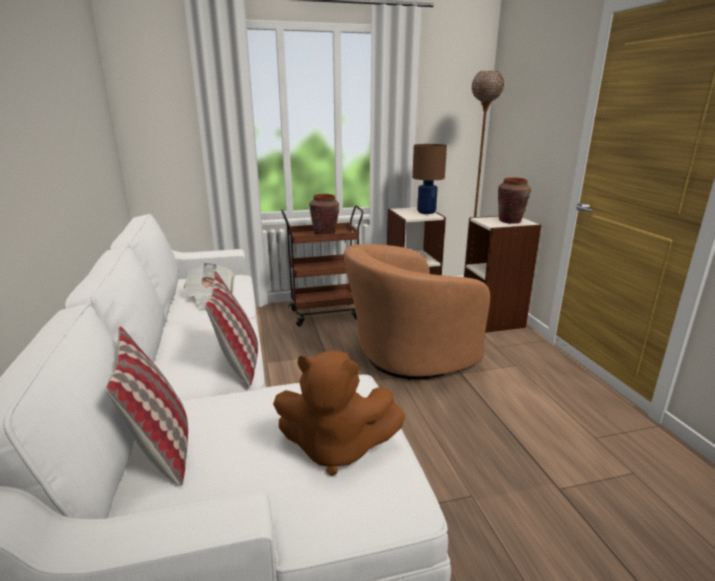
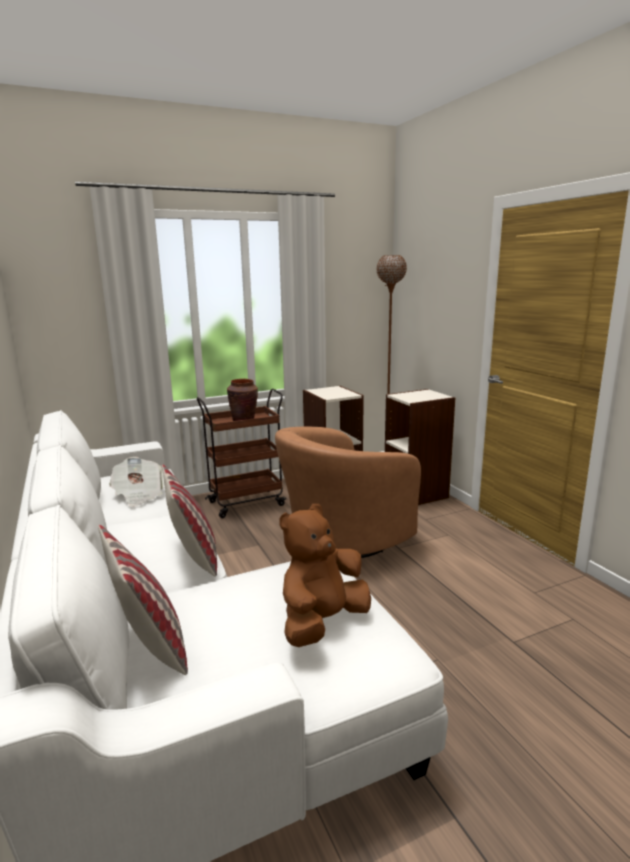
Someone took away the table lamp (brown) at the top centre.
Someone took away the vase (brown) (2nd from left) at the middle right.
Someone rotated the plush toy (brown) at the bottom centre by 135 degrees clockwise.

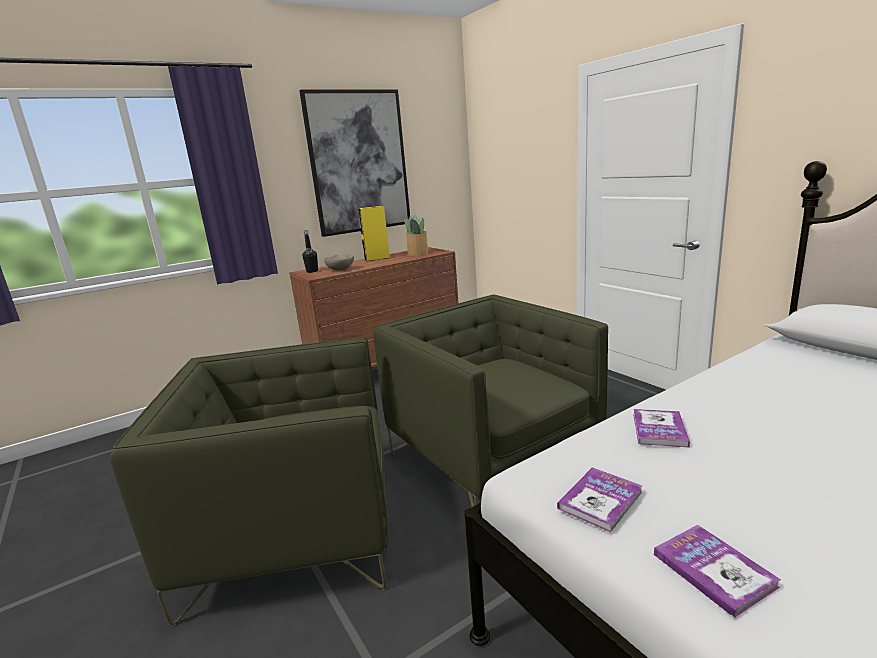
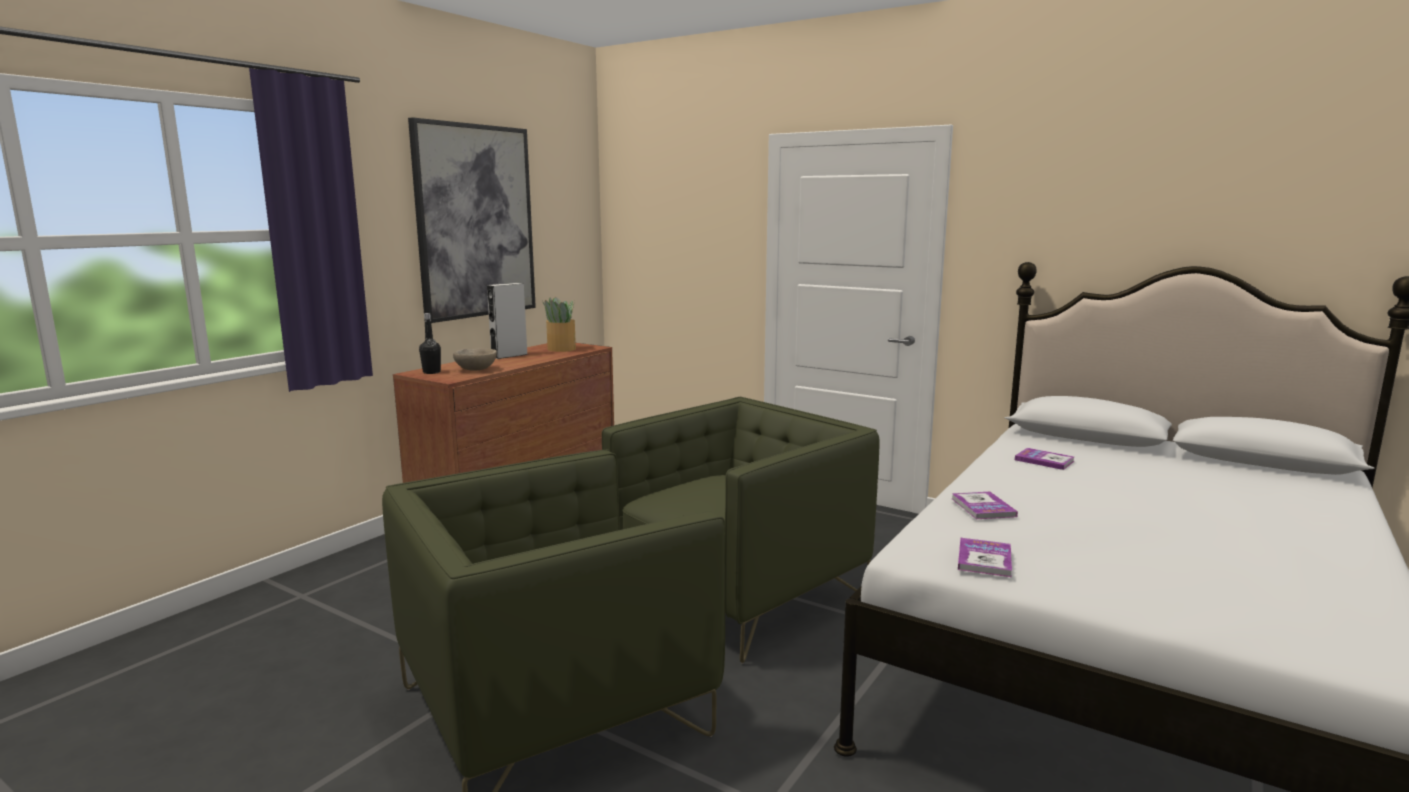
Someone carried the book (3rd from left) from the bottom right to the middle right.
Someone repainted the speaker (yellow) at the centre, which became the speaker (grey) at the centre.
Someone rotated the armchair (green) (2nd from left) at the centre by 105 degrees clockwise.

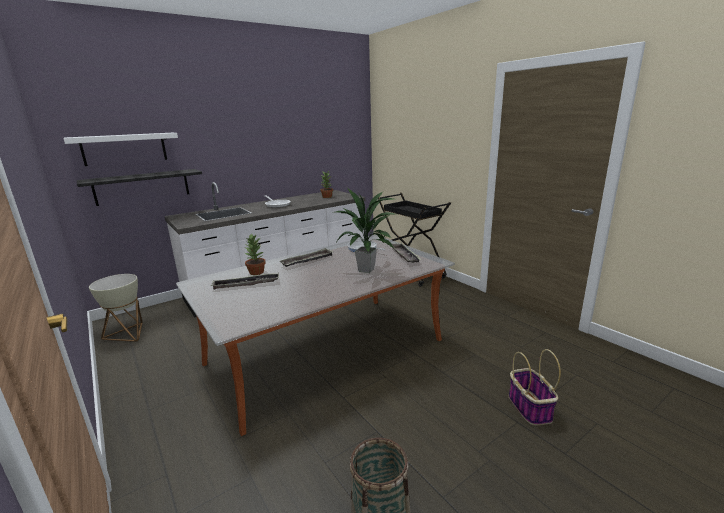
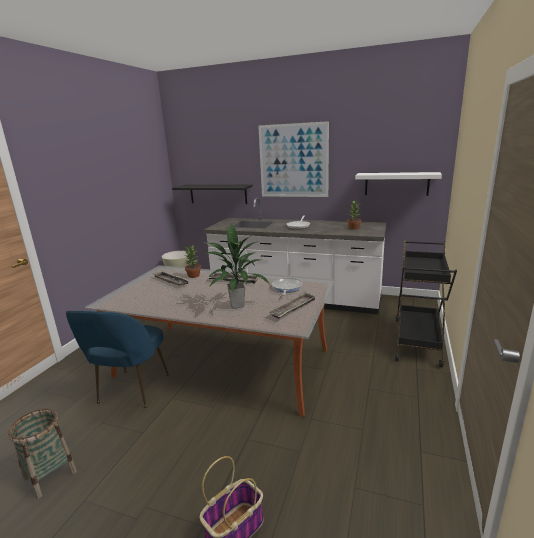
Someone put down the chair (blue) at the bottom left.
Someone put up the picture at the top centre.
Someone carried the shelf (white) from the top left to the middle right.

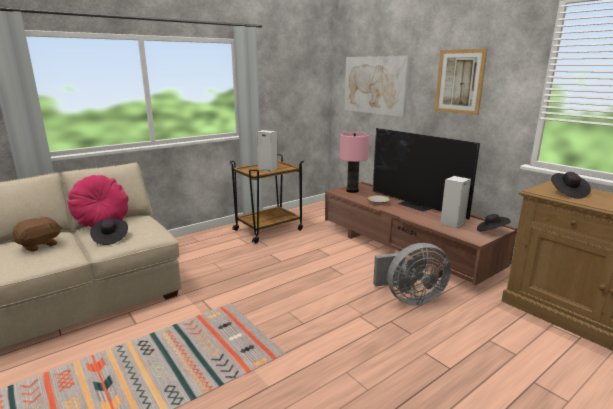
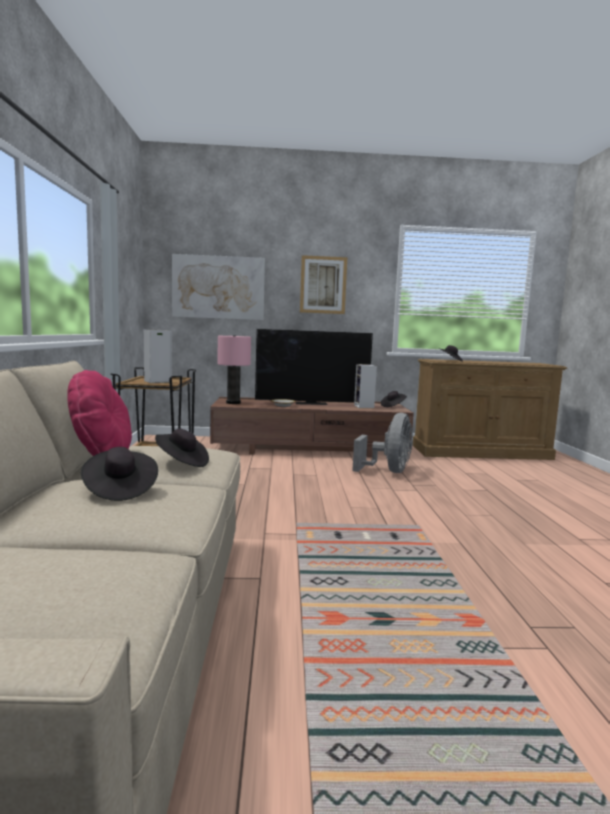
Someone swapped the plush toy (brown) at the middle left for the hat (black) (1st from left) at the middle left.

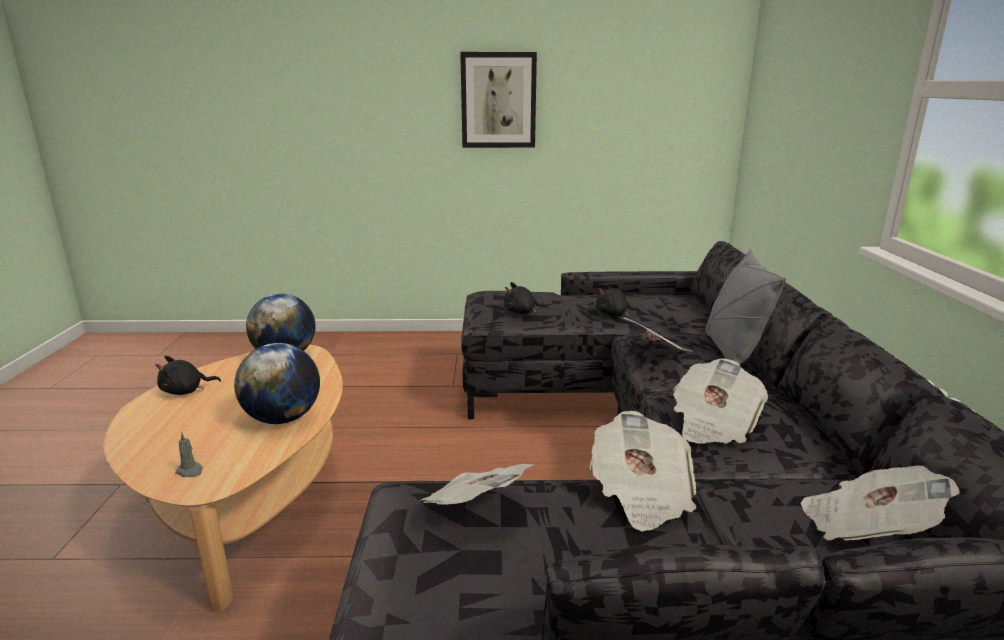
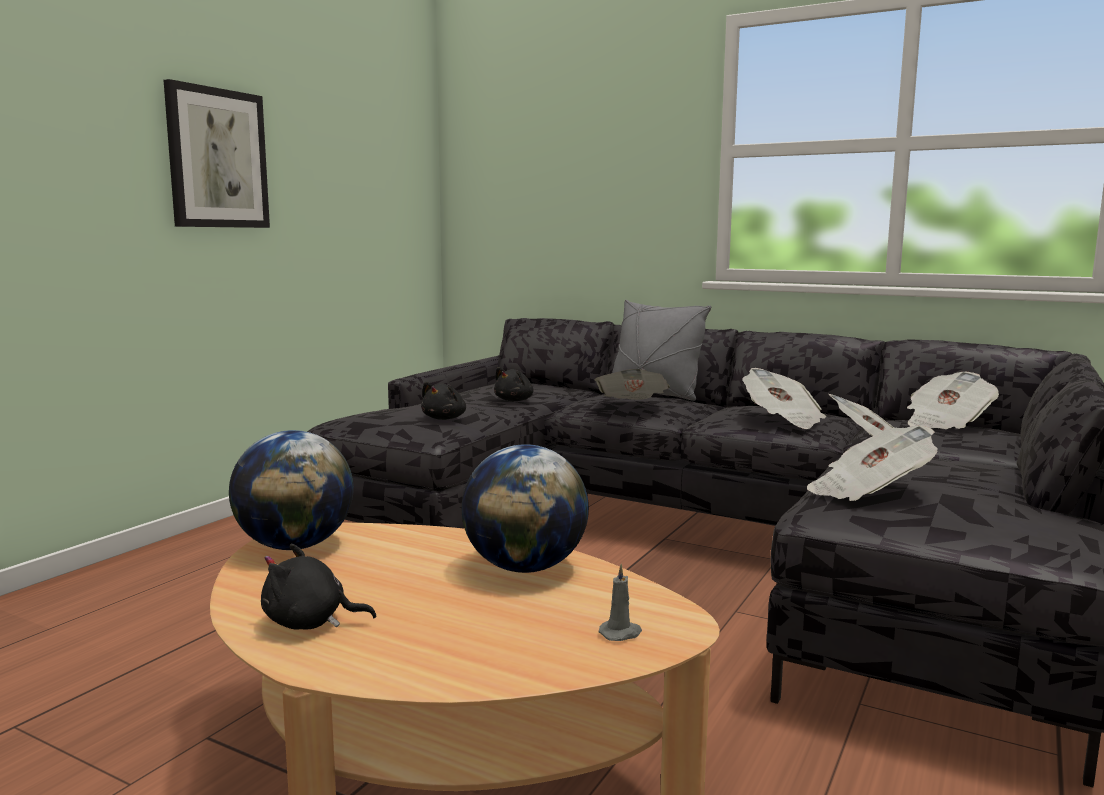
Someone rotated the plush toy (black) (1st from left) at the middle left by 90 degrees clockwise.

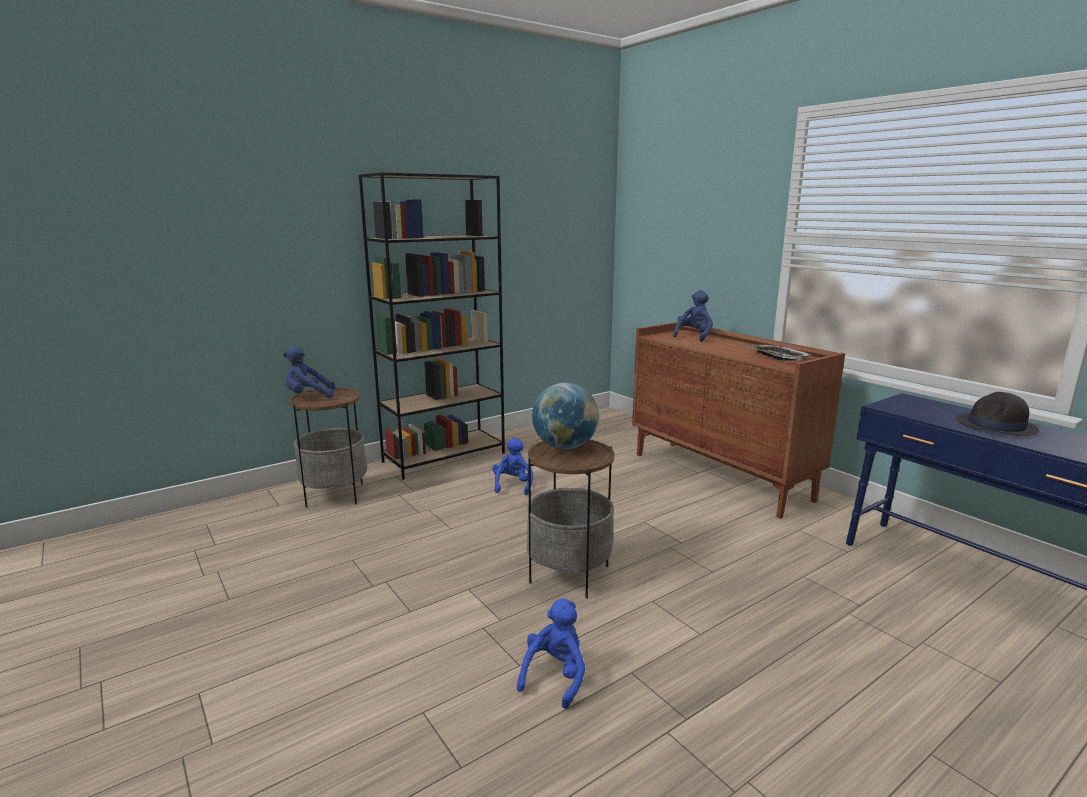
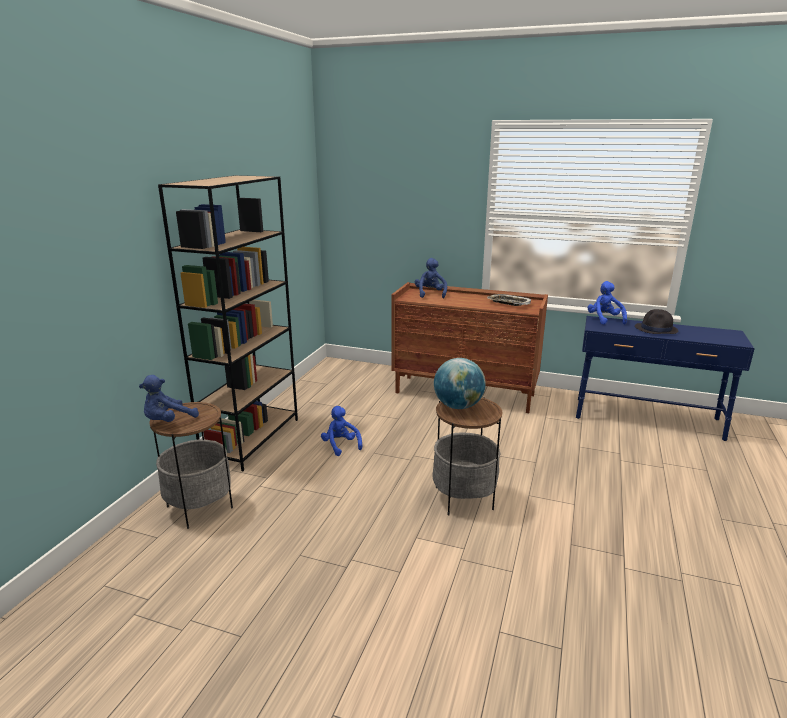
Someone carried the plush toy (blue) (3rd from left in the first image) from the bottom centre to the middle right.

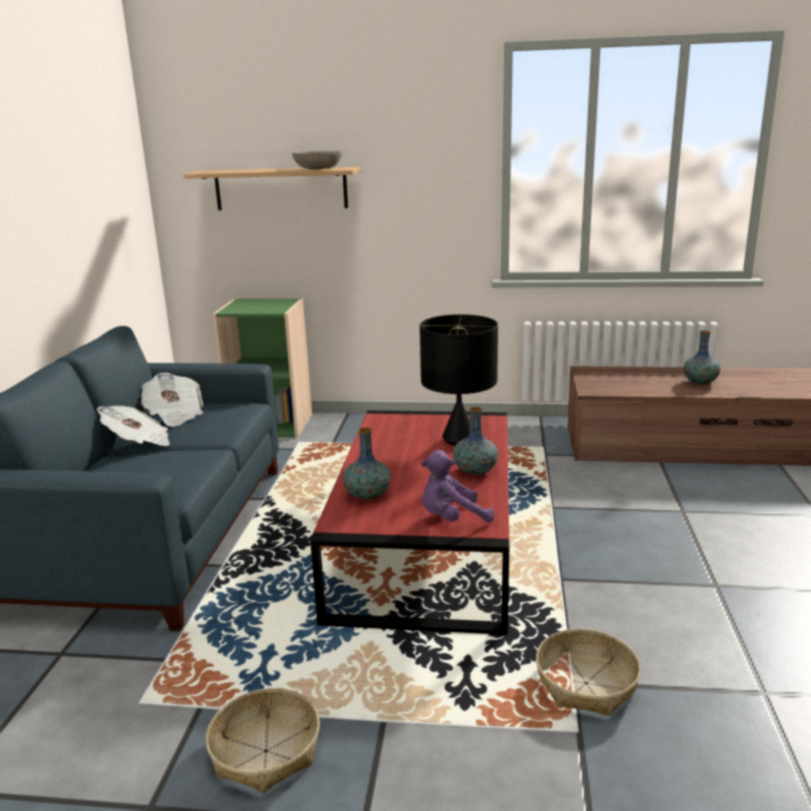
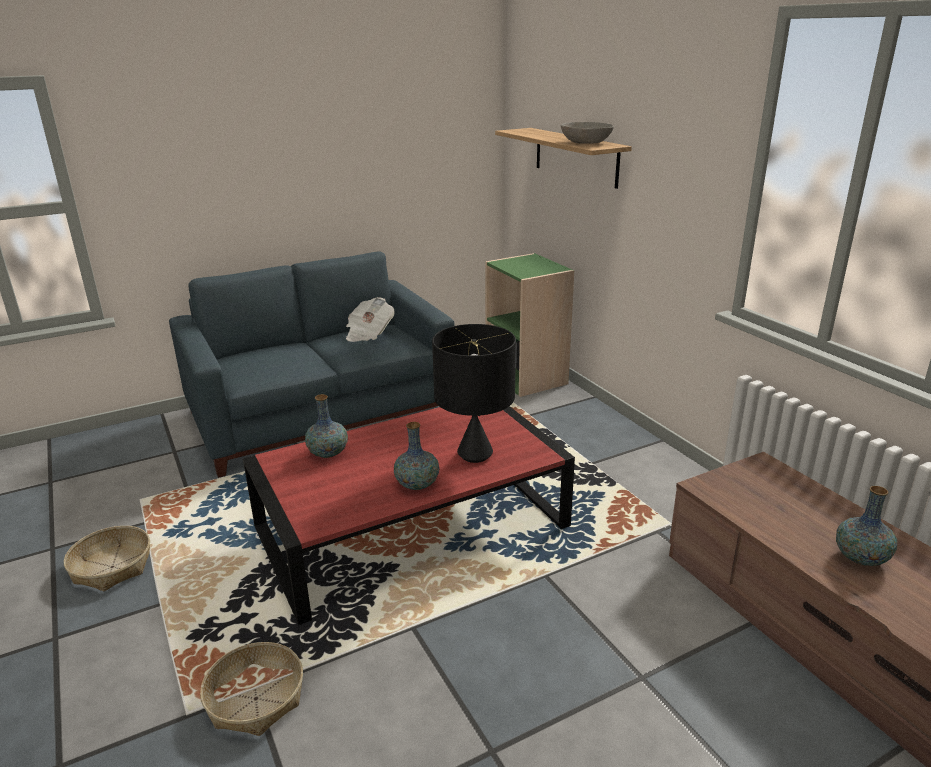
Someone took away the newspaper (1st from left) at the middle left.
Someone took away the plush toy (purple) at the centre.

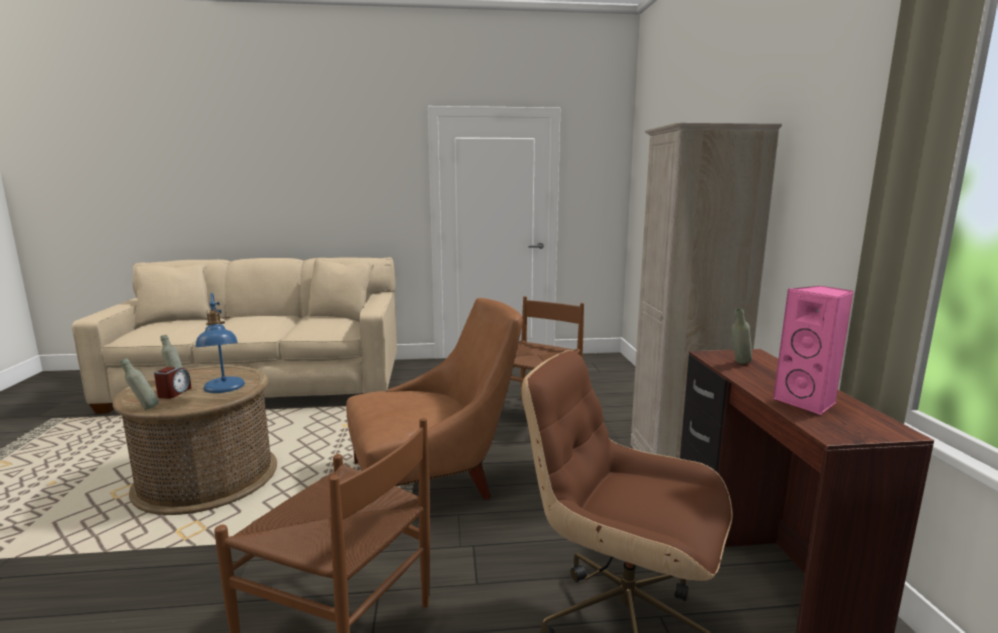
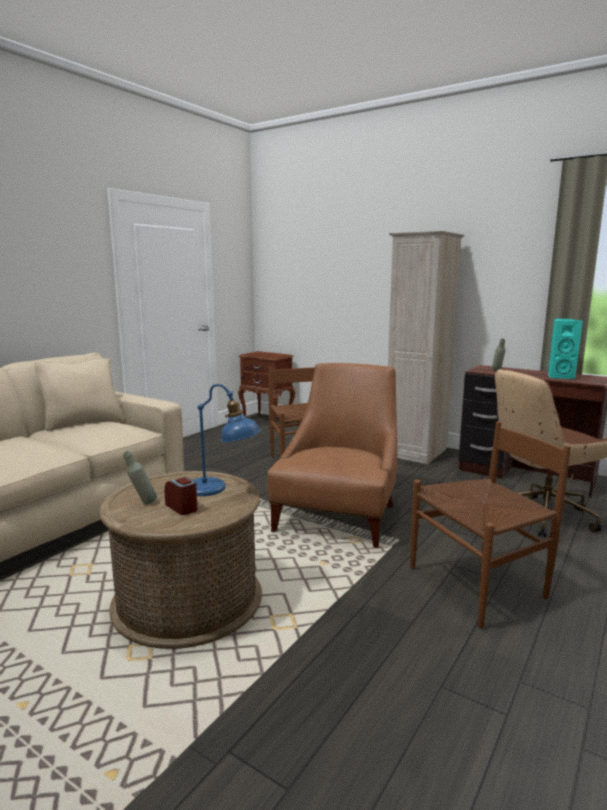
Someone took away the bottle (grey) (1st from left) at the middle left.
Someone put down the nightstand (brown) at the centre.
Someone repainted the speaker (pink) at the middle right, which became the speaker (turquoise) at the middle right.

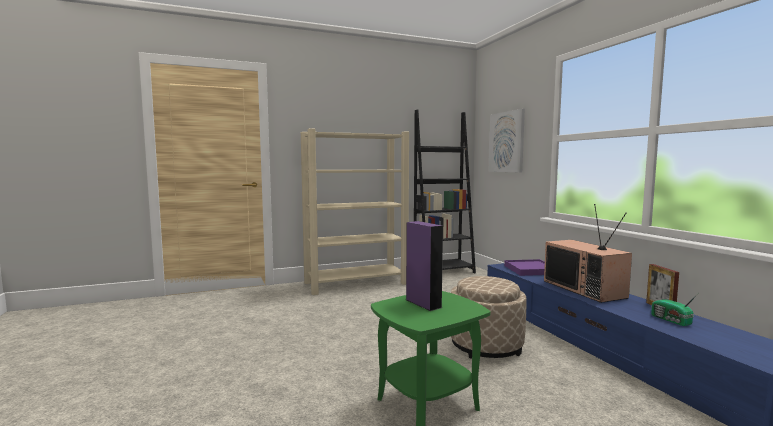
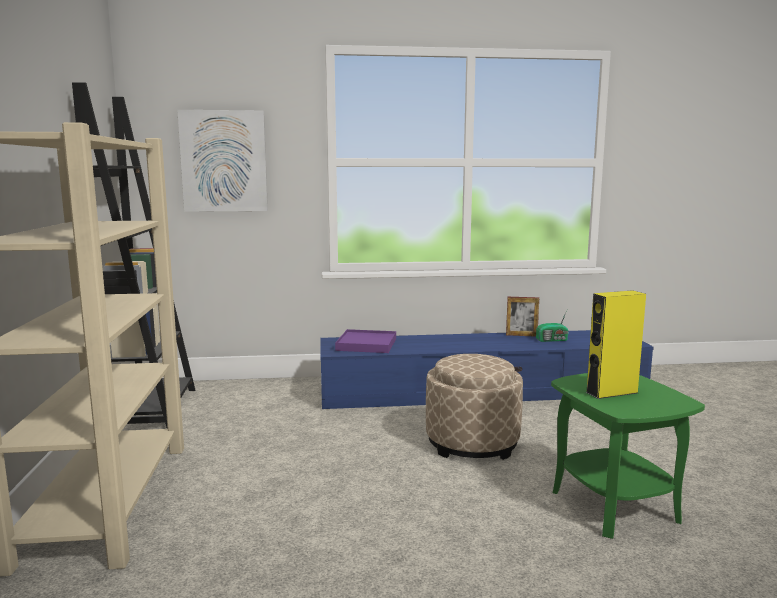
Someone took away the television at the middle right.
Someone repainted the speaker (purple) at the centre, which became the speaker (yellow) at the middle right.

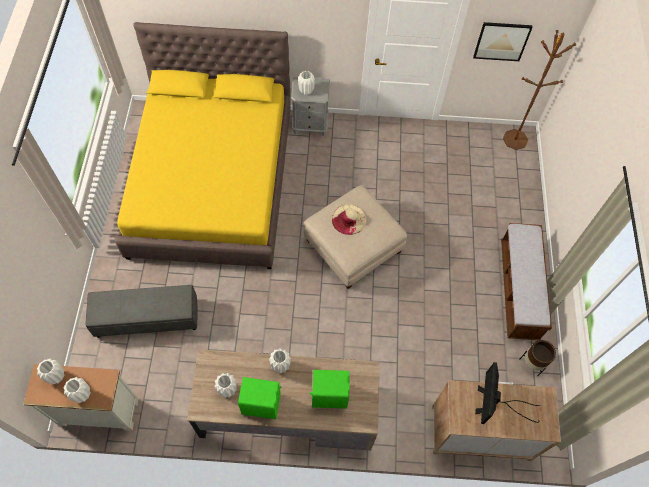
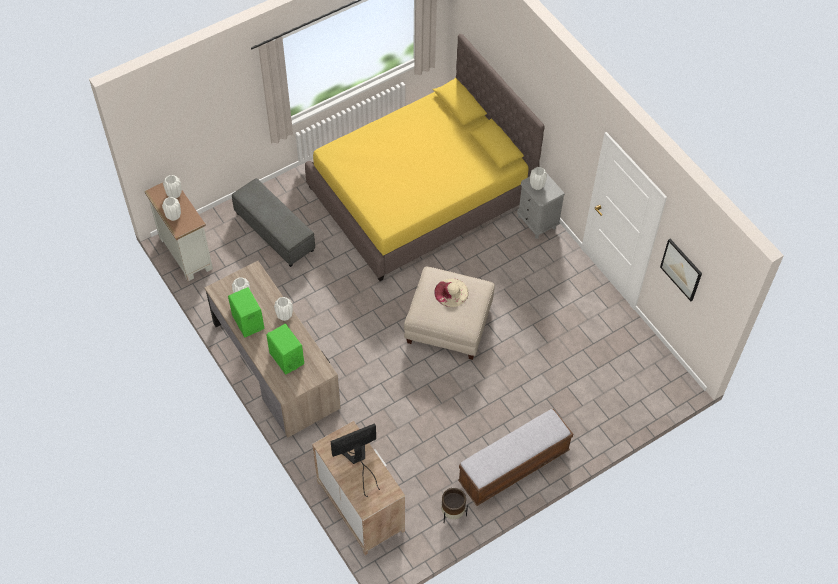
Someone took away the clothes rack (brown) at the top right.

